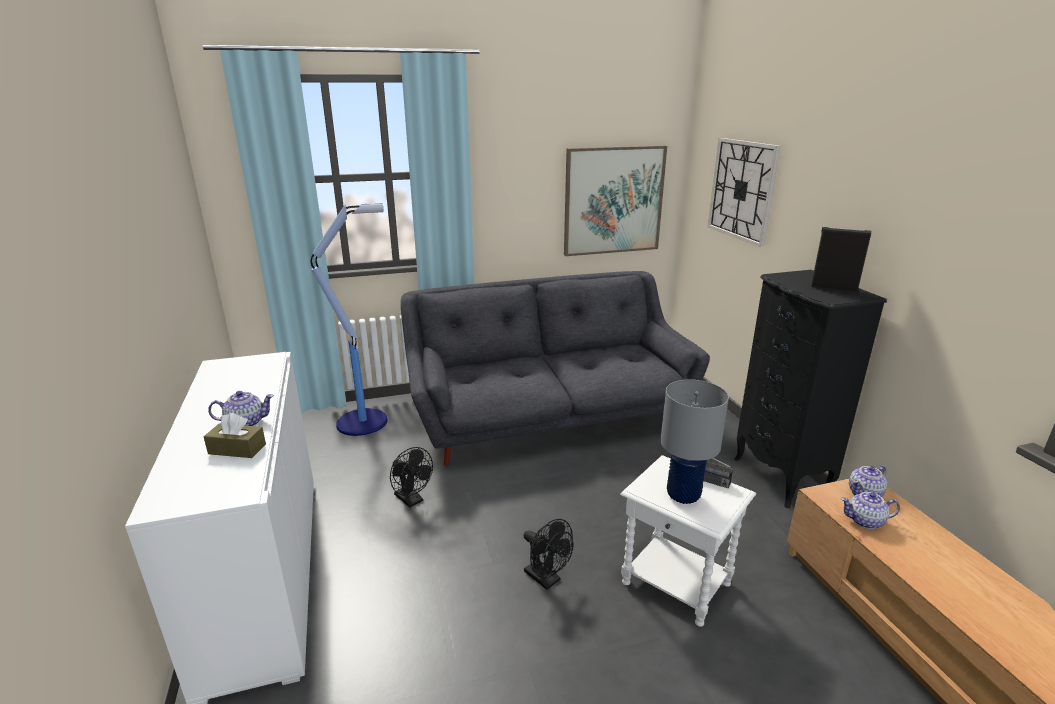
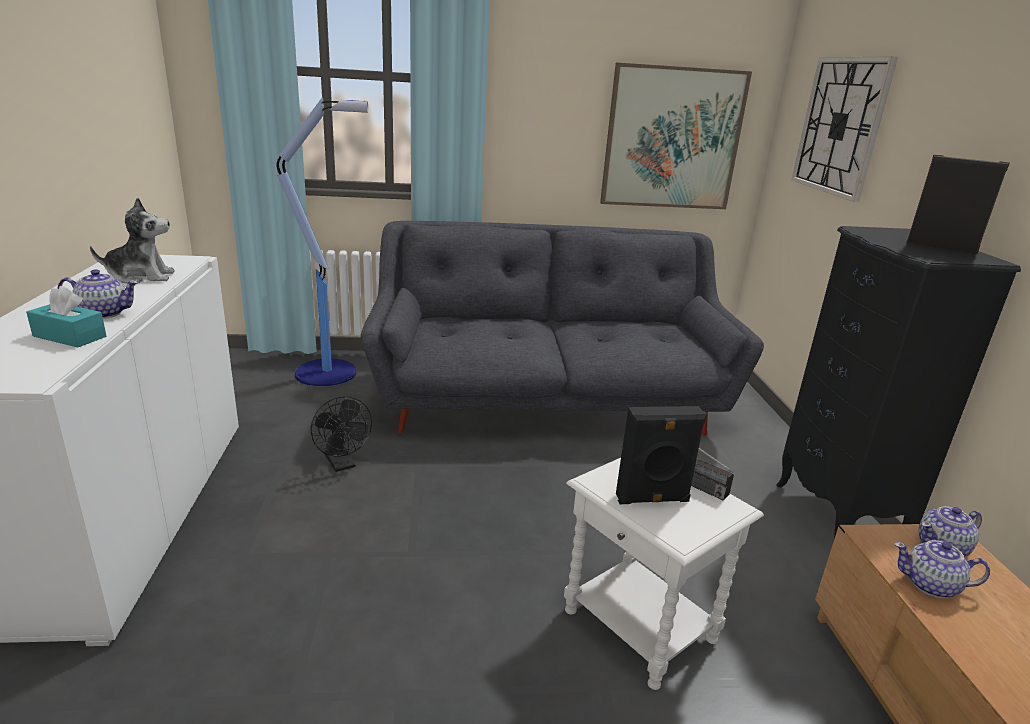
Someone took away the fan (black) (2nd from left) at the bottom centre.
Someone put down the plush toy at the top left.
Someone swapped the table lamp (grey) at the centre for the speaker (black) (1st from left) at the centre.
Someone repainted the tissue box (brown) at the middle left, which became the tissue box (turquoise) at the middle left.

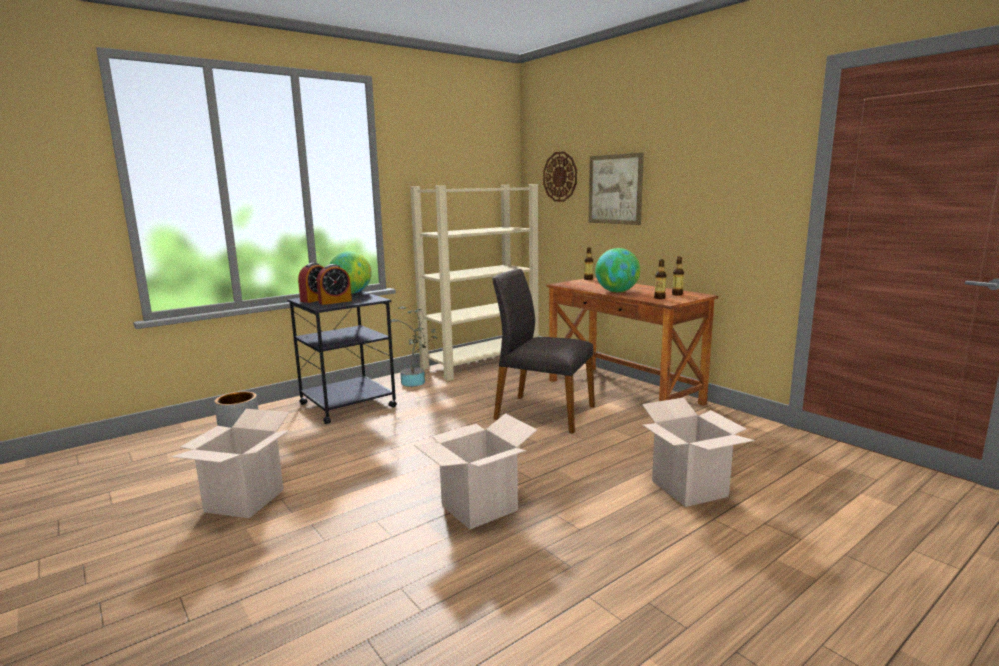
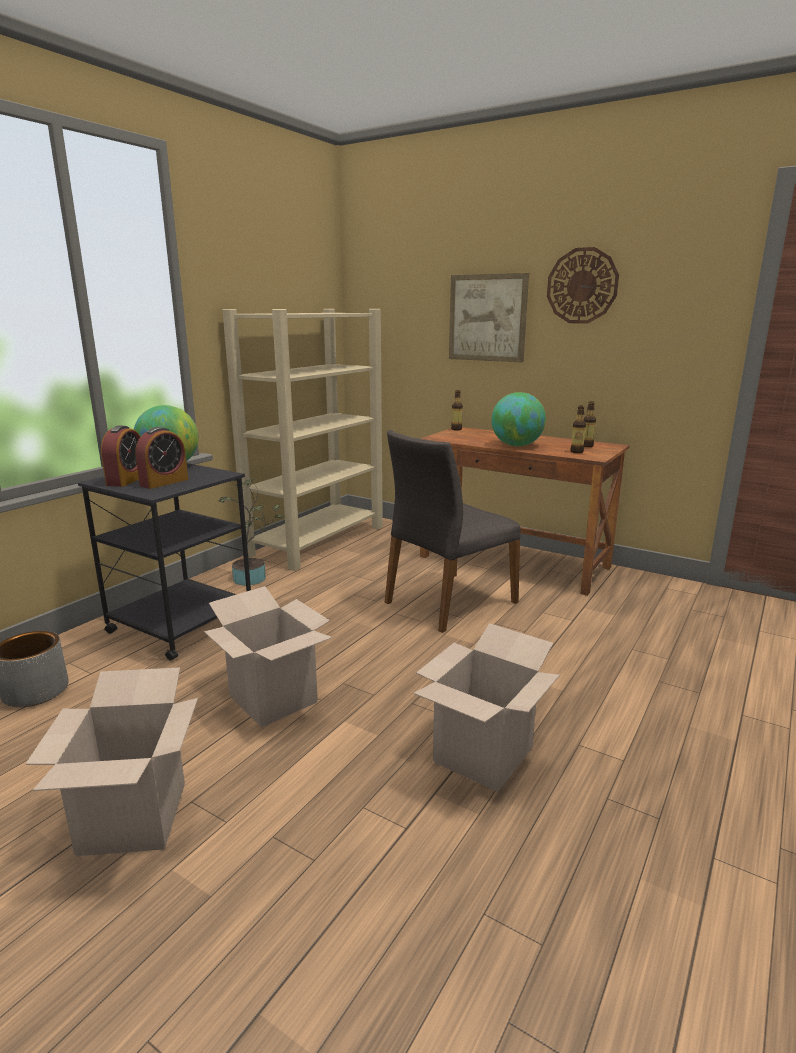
Someone carried the wall clock from the top centre to the top right.
Someone carried the cardboard box (3rd from left in the first image) from the bottom right to the centre.
Someone rotated the chair (grey) at the centre by 45 degrees counterclockwise.

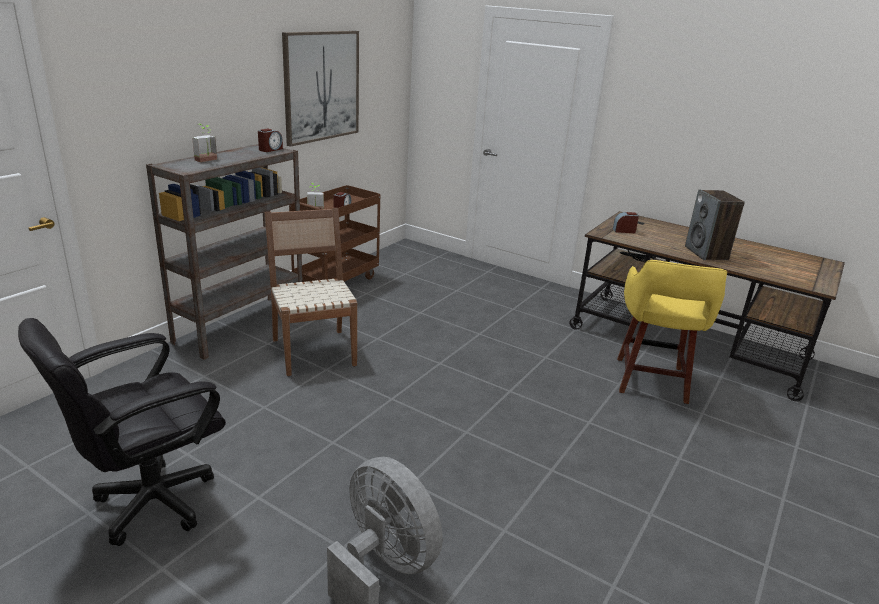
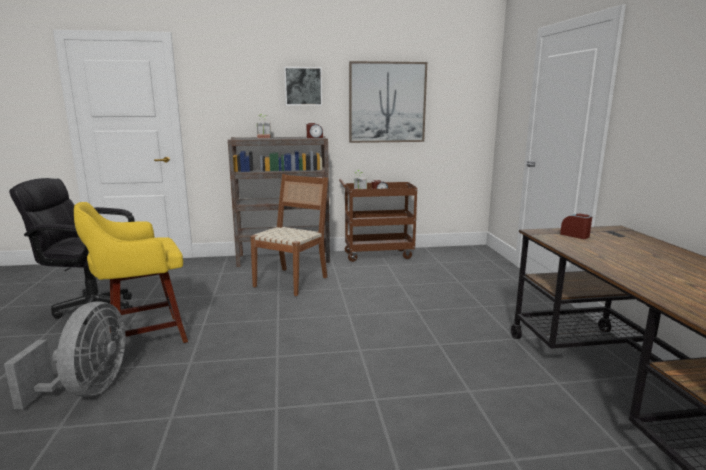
Someone took away the speaker at the middle right.
Someone put up the picture (1st from left) at the top centre.
Someone carried the stool (yellow) from the middle right to the middle left.

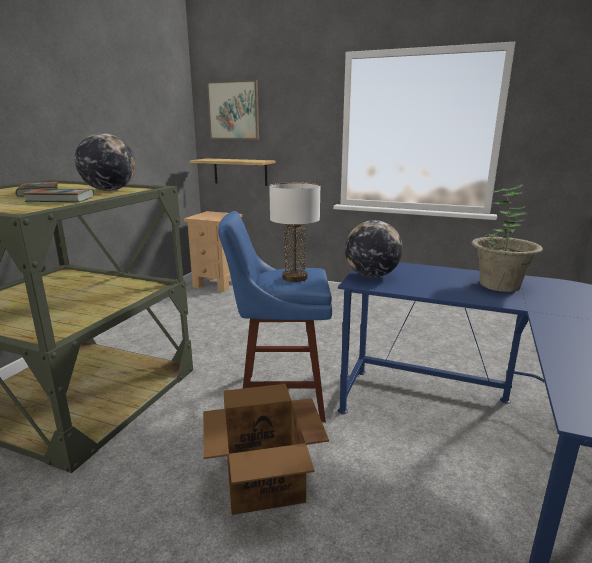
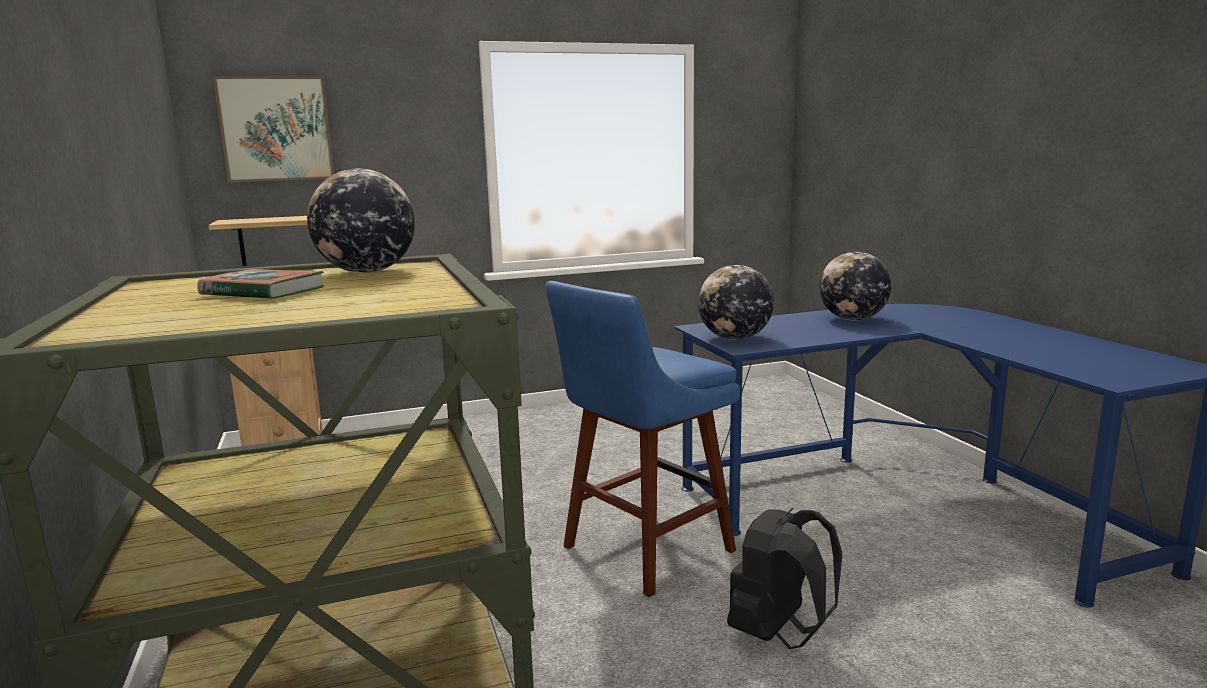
Someone took away the book (2nd from left) at the middle left.
Someone took away the table lamp at the centre.
Someone swapped the cardboard box at the bottom centre for the backpack (black) at the bottom centre.
Someone swapped the potted plant at the middle right for the globe (3rd from left) at the middle right.

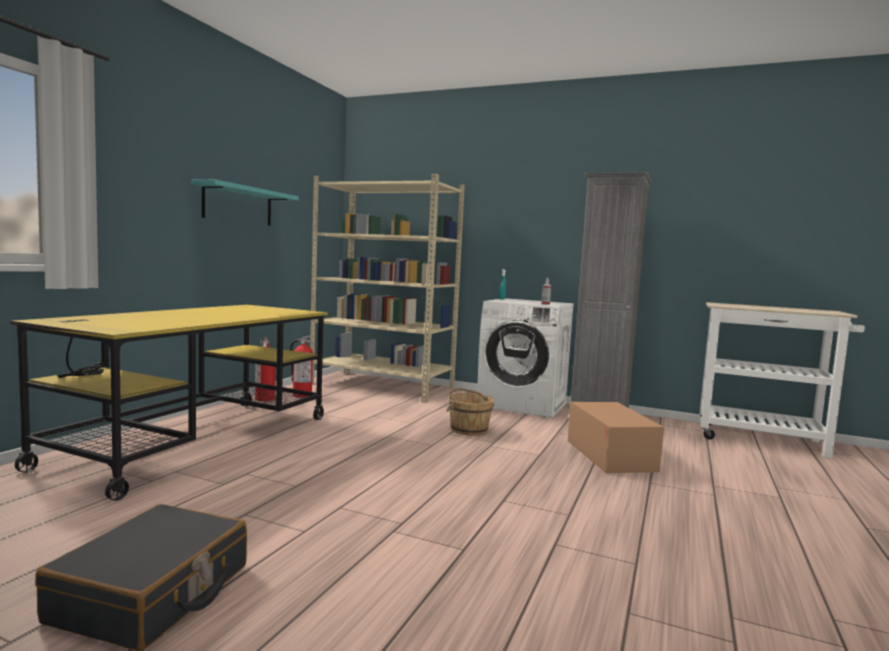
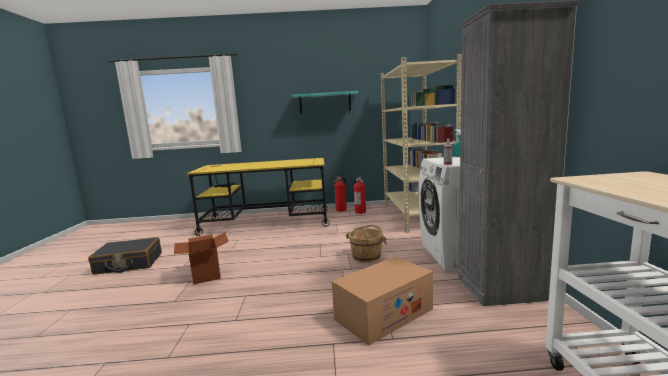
Someone put down the cardboard box (1st from left) at the bottom left.

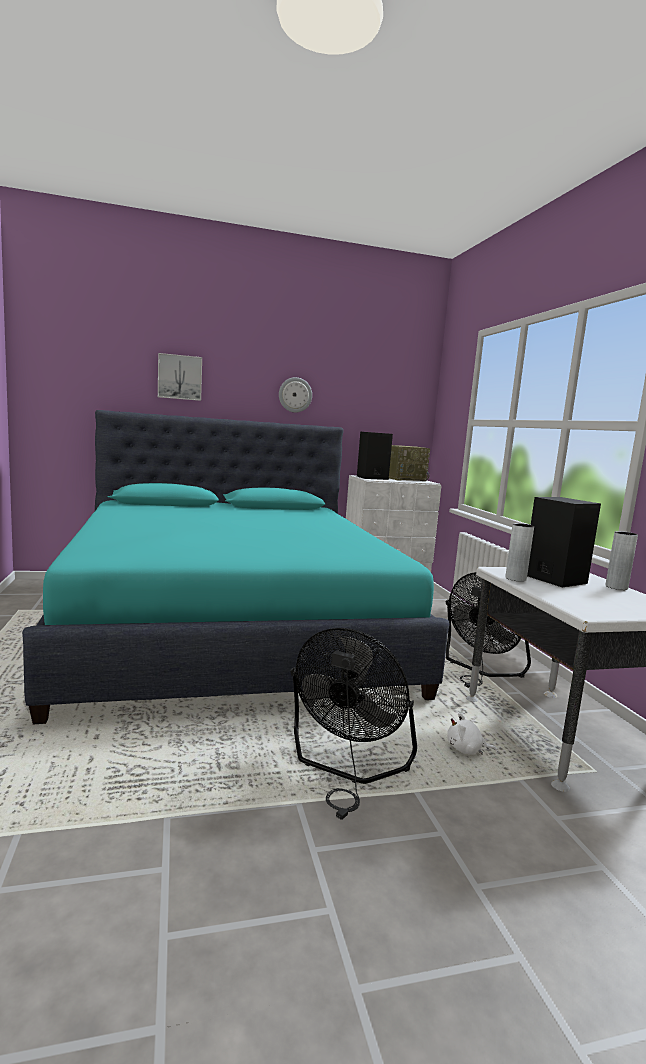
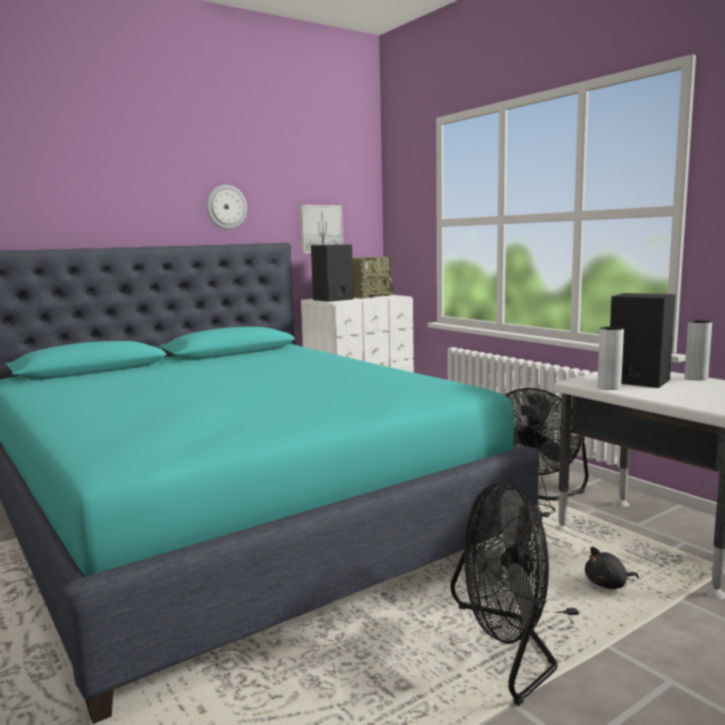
Someone carried the picture from the middle left to the top centre.
Someone repainted the plush toy (white) at the bottom right, which became the plush toy (black) at the bottom right.
Someone rotated the fan (black) (1st from left) at the bottom centre by 105 degrees counterclockwise.

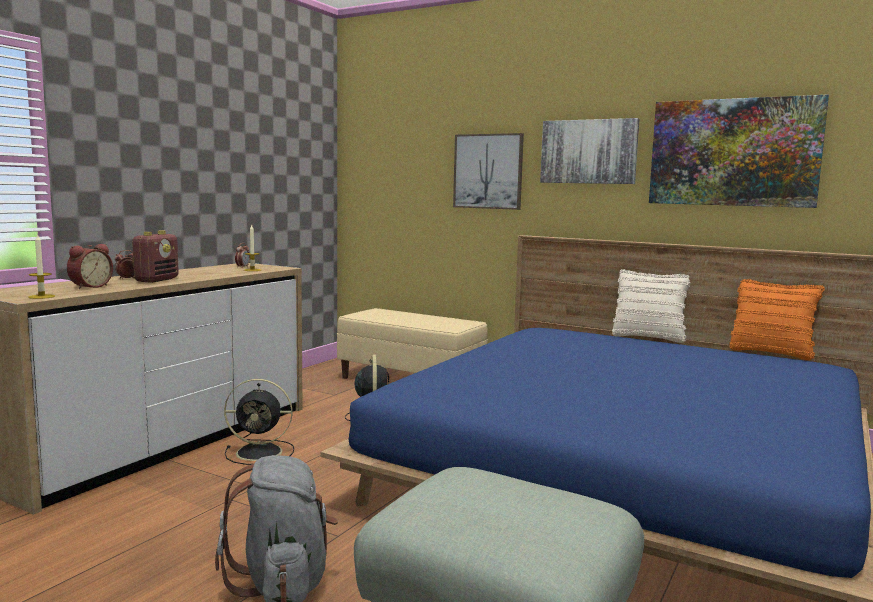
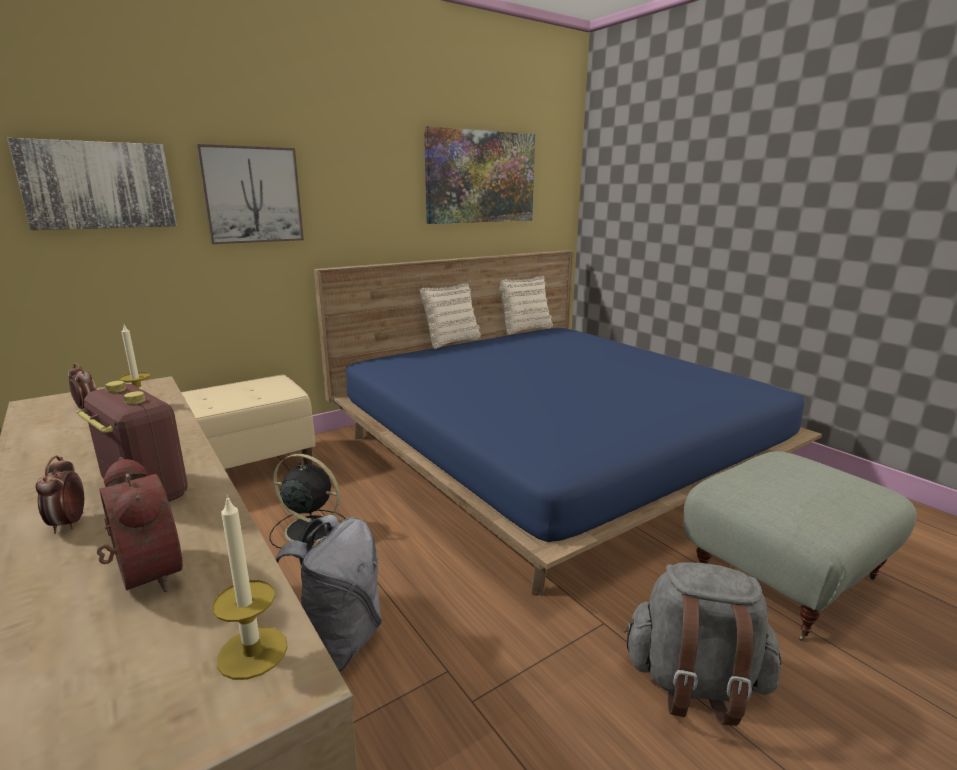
Someone carried the picture (2nd from left in the first image) from the top right to the top left.
Someone swapped the fan (black) (1st from left) at the bottom left for the backpack (grey) (1st from left) at the bottom centre.
Someone repainted the pillow (orange) at the middle right, which became the pillow (beige) (2nd from left) at the centre.

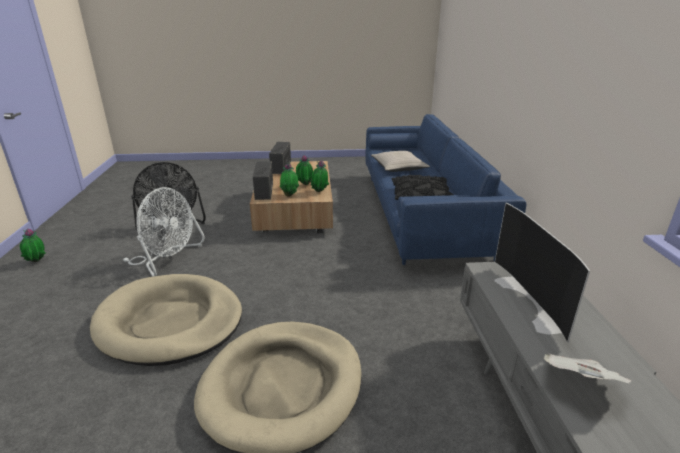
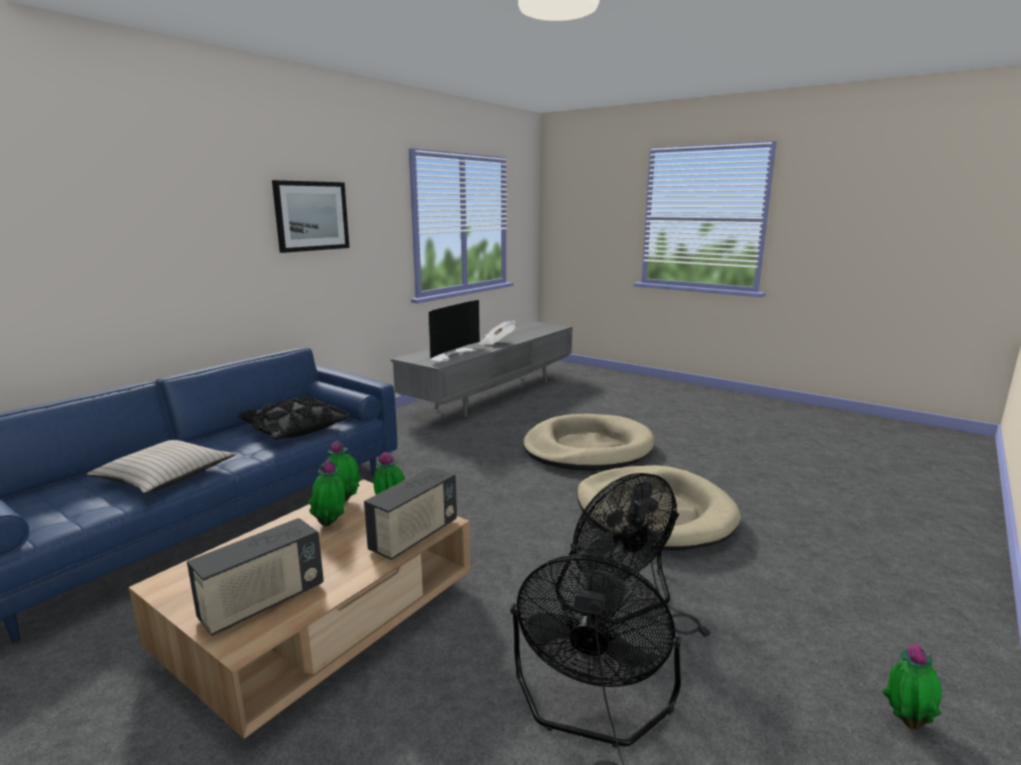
Someone put up the picture at the top left.
Someone repainted the fan (white) at the middle left, which became the fan (black) (2nd from left) at the bottom centre.

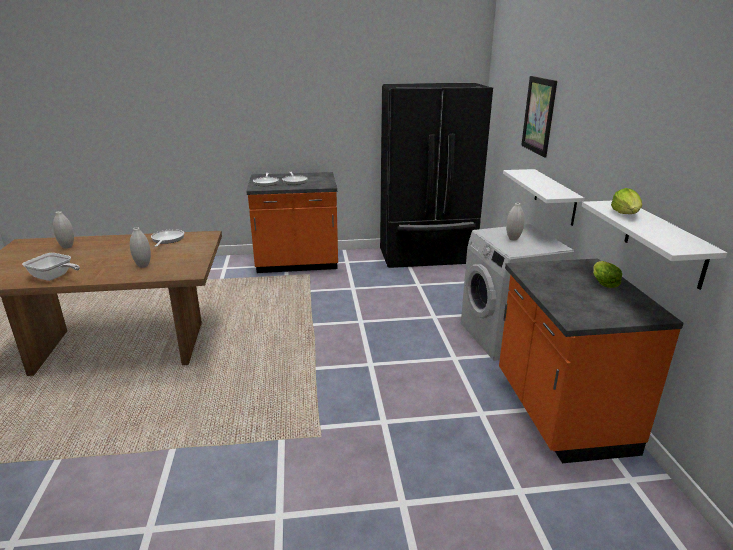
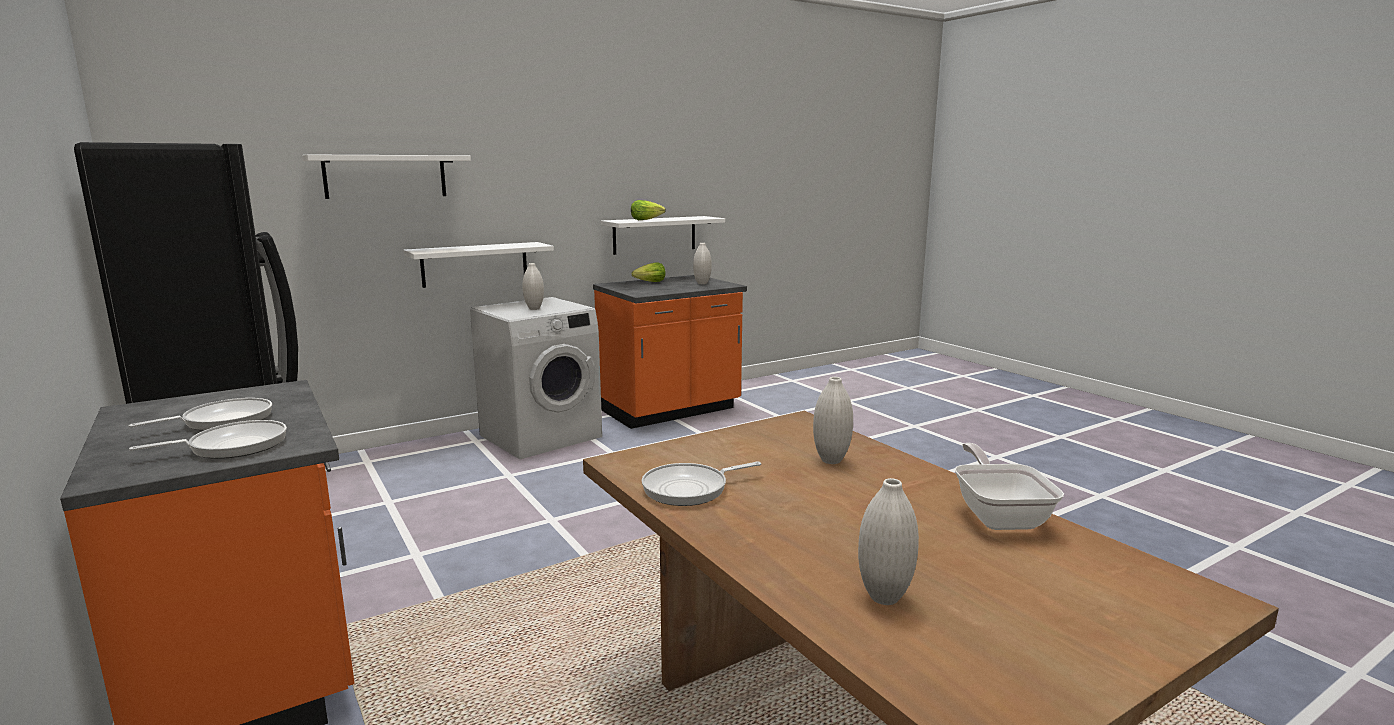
Someone put down the vase (white) (2nd from left) at the centre.
Someone swapped the picture at the top right for the shelf (white) (1st from left) at the top left.

